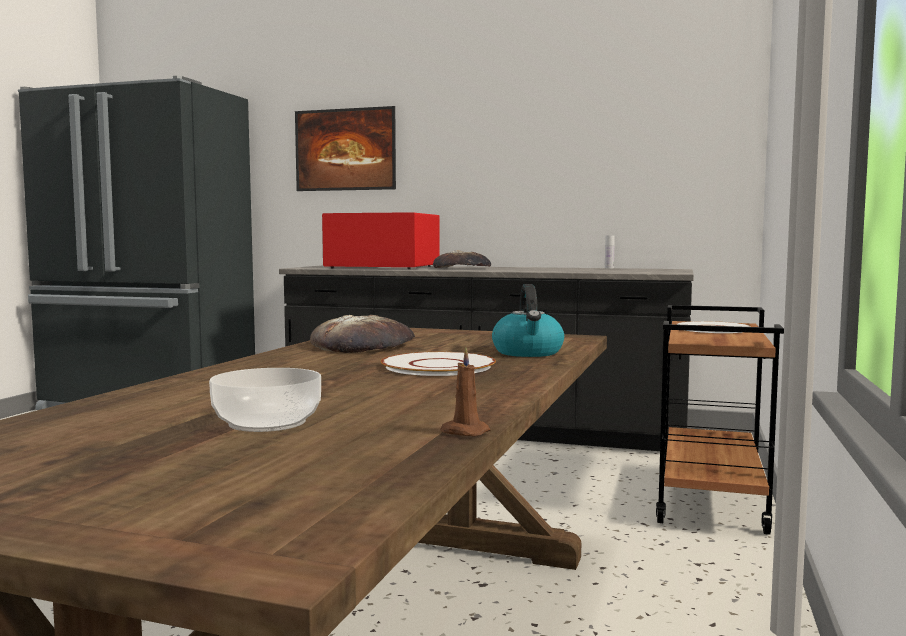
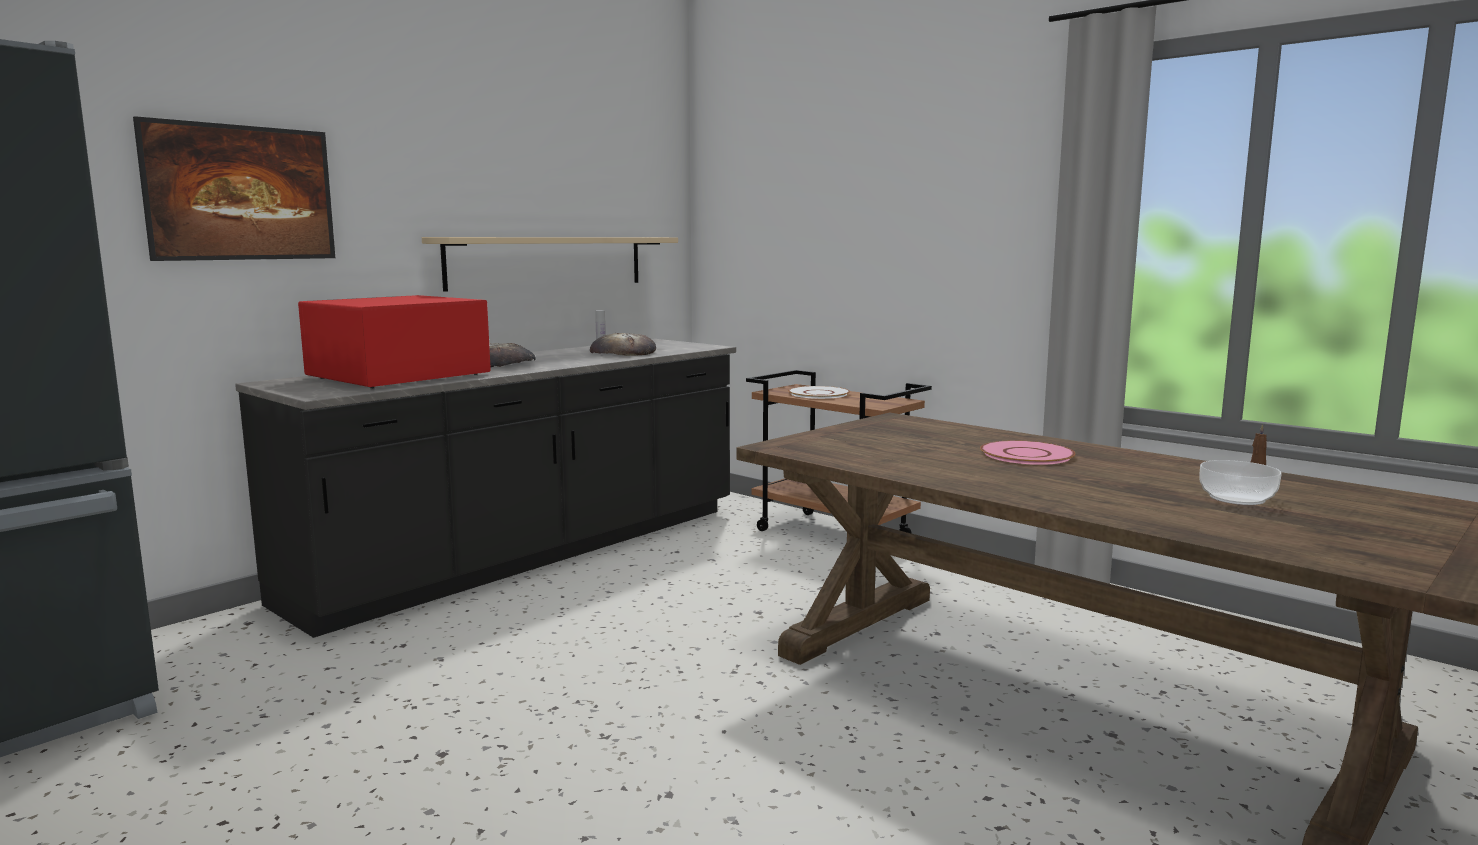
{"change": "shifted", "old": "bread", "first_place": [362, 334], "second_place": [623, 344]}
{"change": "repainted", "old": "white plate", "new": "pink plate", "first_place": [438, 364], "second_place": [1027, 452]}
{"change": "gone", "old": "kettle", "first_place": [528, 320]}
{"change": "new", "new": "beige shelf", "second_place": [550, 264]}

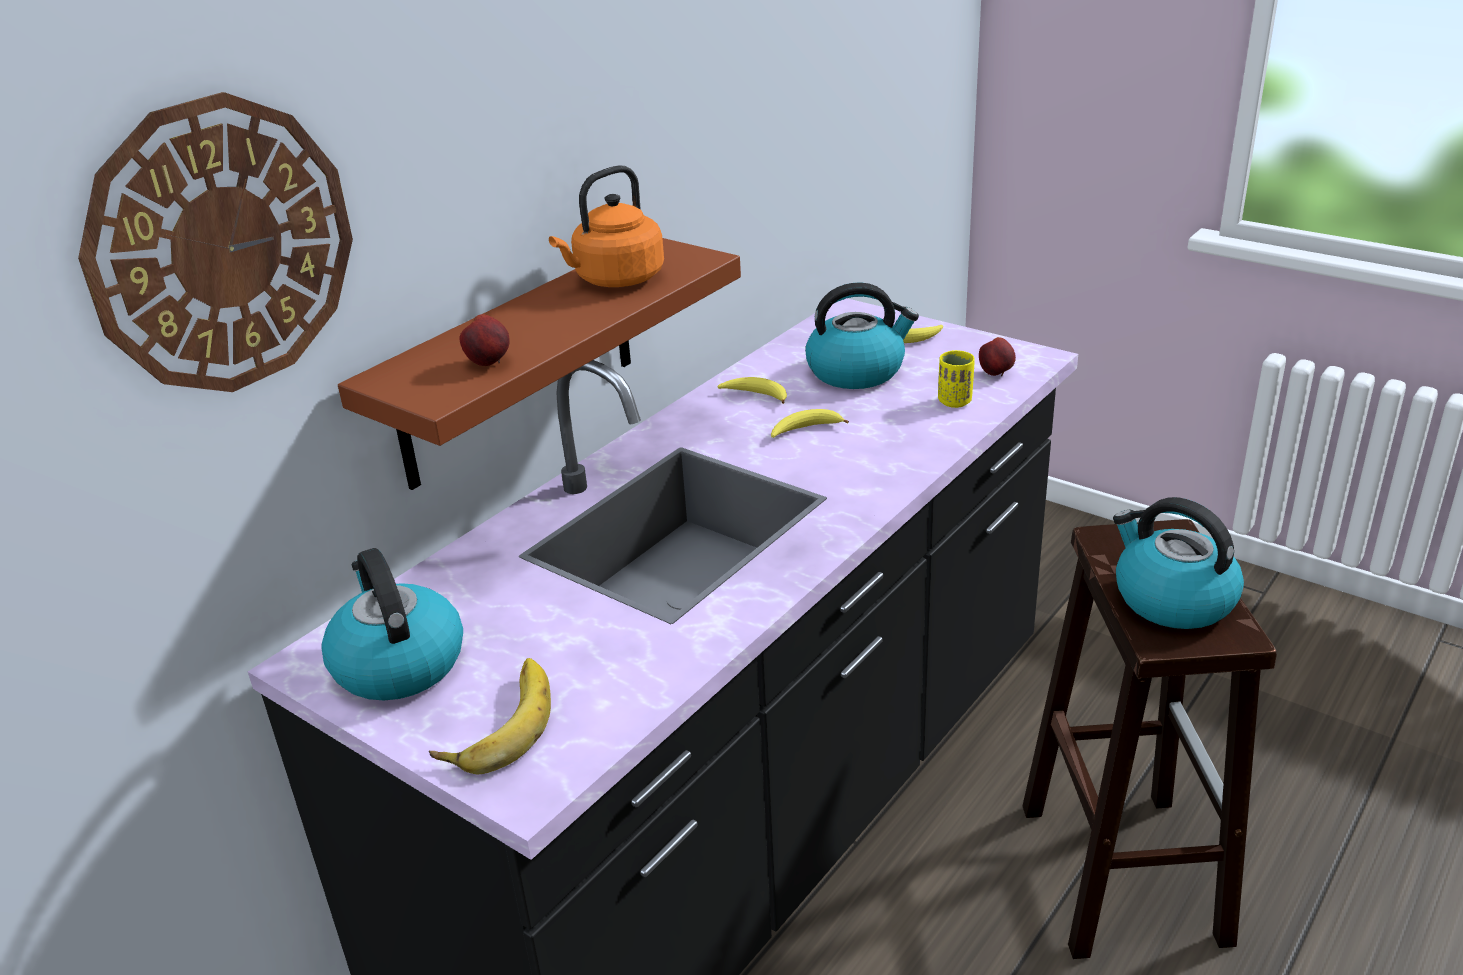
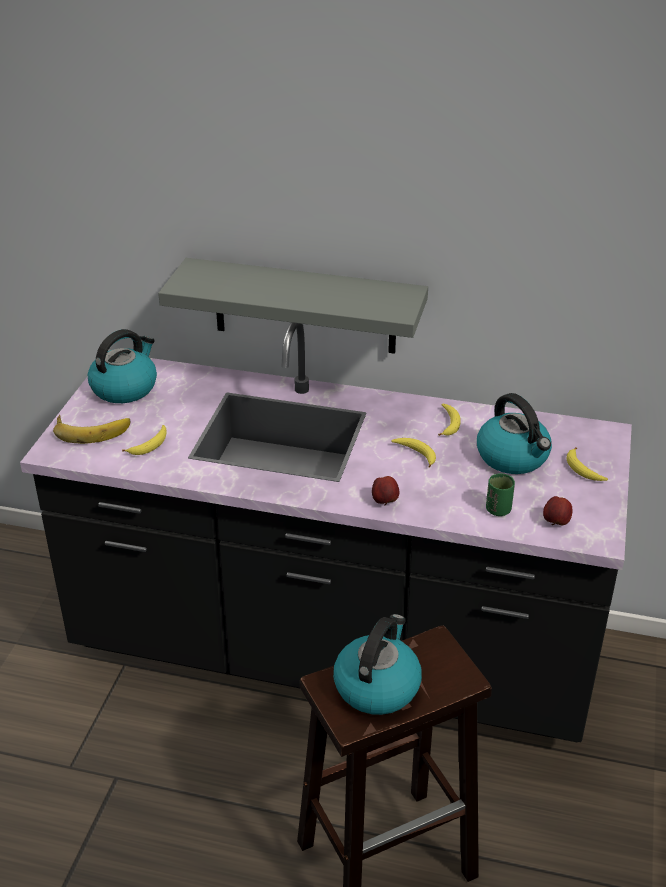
{"change": "gone", "old": "wall clock", "first_place": [215, 242]}
{"change": "repainted", "old": "brown shelf", "new": "grey shelf", "first_place": [539, 364], "second_place": [293, 306]}
{"change": "shifted", "old": "apple", "first_place": [484, 340], "second_place": [385, 491]}
{"change": "gone", "old": "orange kettle", "first_place": [606, 226]}
{"change": "repainted", "old": "yellow cup", "new": "green cup", "first_place": [956, 379], "second_place": [500, 494]}
{"change": "new", "new": "banana", "second_place": [144, 440]}

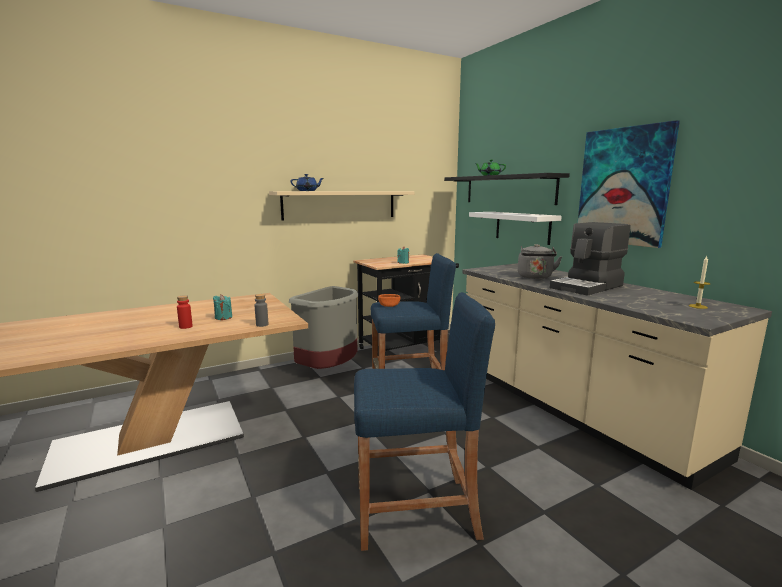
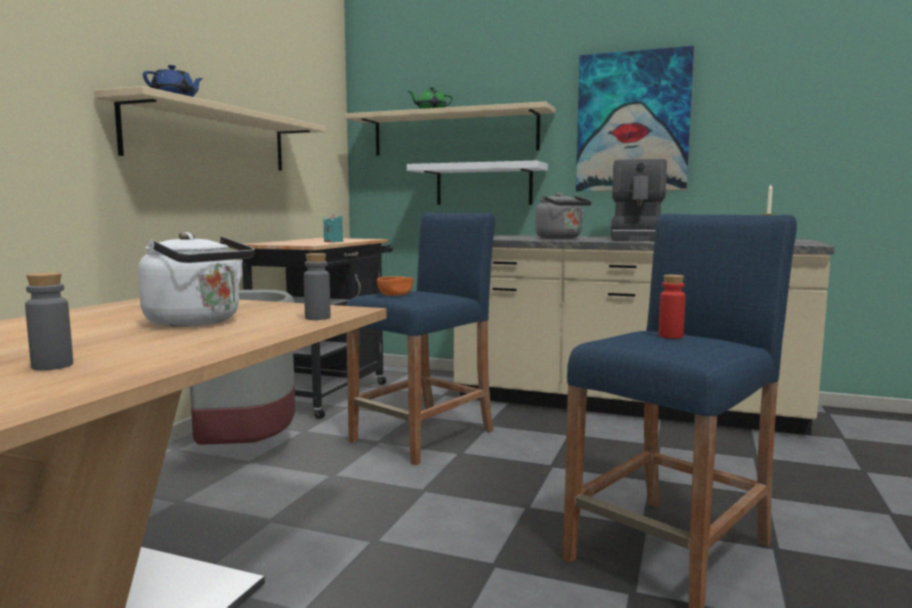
{"change": "shifted", "old": "red bottle", "first_place": [185, 312], "second_place": [672, 307]}
{"change": "swapped", "old": "turquoise candle", "new": "white kettle", "first_place": [222, 307], "second_place": [196, 279]}
{"change": "repainted", "old": "black shelf", "new": "beige shelf", "first_place": [507, 189], "second_place": [450, 129]}
{"change": "new", "new": "grey bottle", "second_place": [49, 321]}

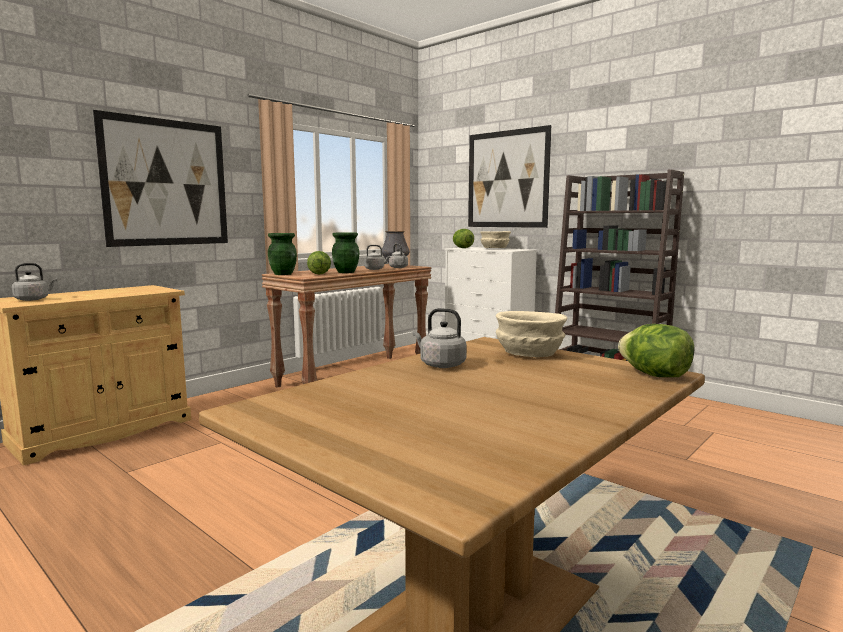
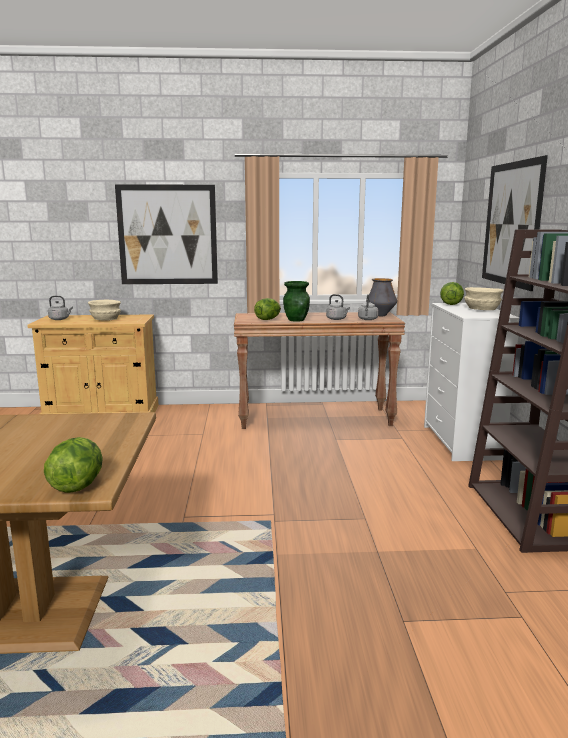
{"change": "gone", "old": "green vase", "first_place": [282, 254]}
{"change": "gone", "old": "grey kettle", "first_place": [440, 338]}
{"change": "shifted", "old": "beige bowl", "first_place": [531, 334], "second_place": [104, 310]}

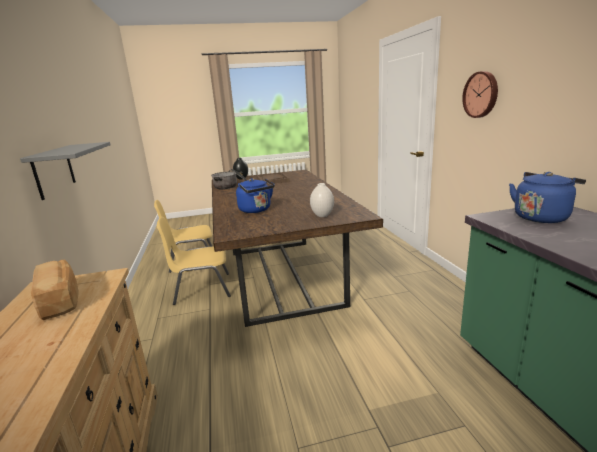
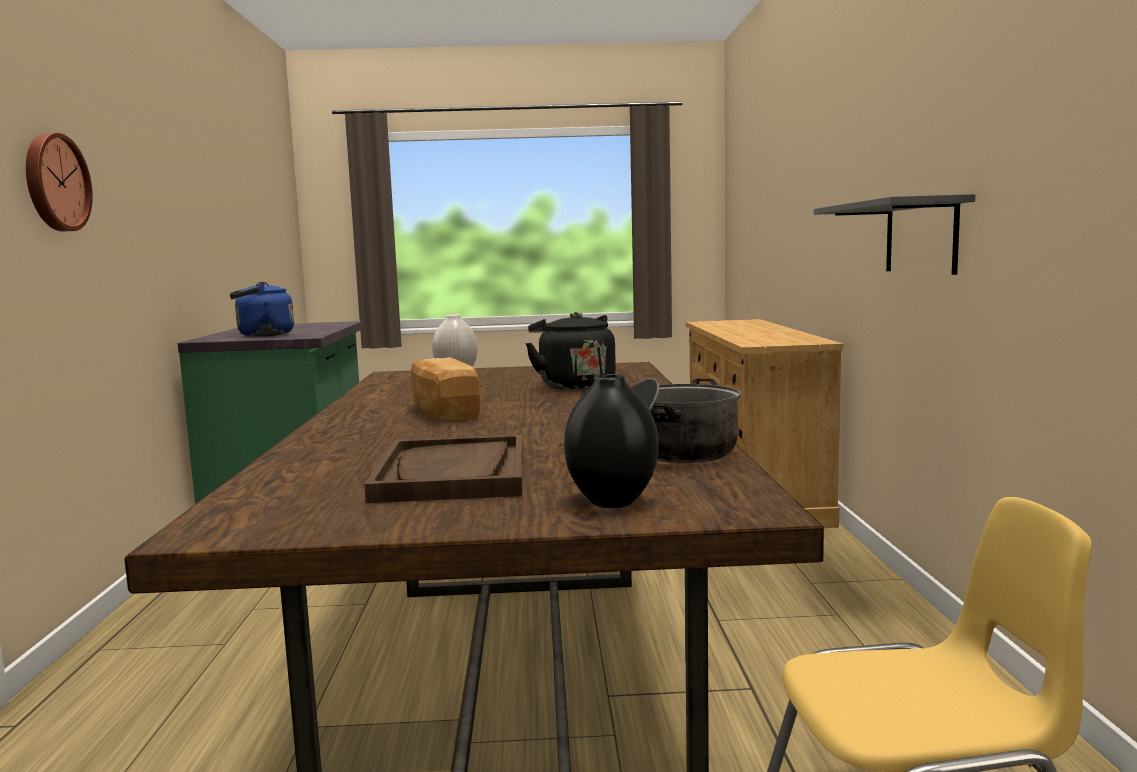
{"change": "shifted", "old": "bread", "first_place": [55, 290], "second_place": [445, 389]}
{"change": "gone", "old": "yellow chair", "first_place": [194, 261]}
{"change": "repainted", "old": "blue kettle", "new": "black kettle", "first_place": [255, 195], "second_place": [570, 351]}

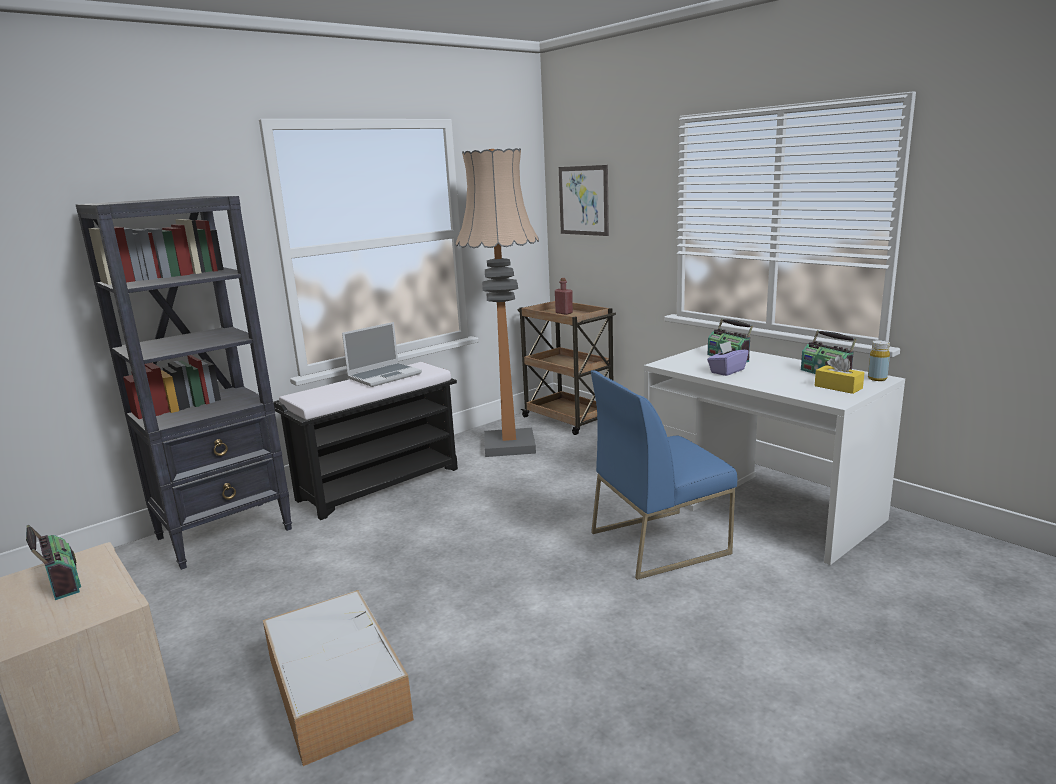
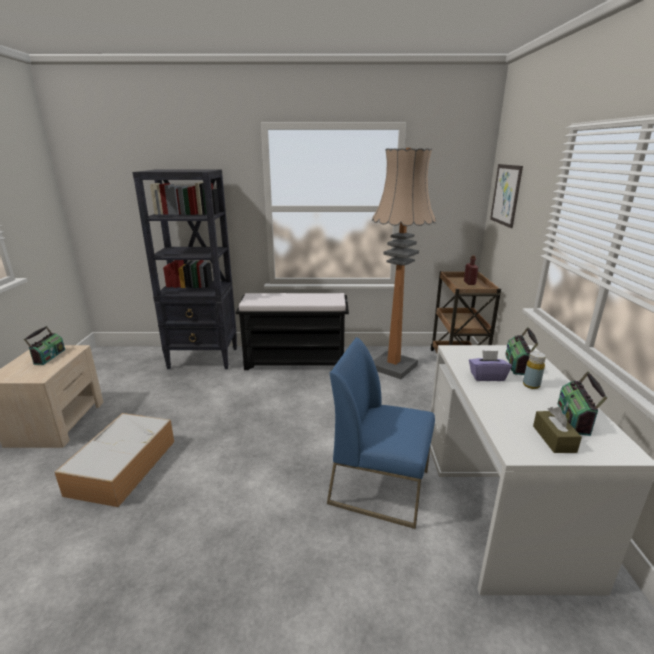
{"change": "gone", "old": "laptop", "first_place": [382, 354]}
{"change": "repainted", "old": "yellow tissue box", "new": "brown tissue box", "first_place": [840, 374], "second_place": [557, 430]}
{"change": "shifted", "old": "yellow bottle", "first_place": [879, 360], "second_place": [534, 370]}

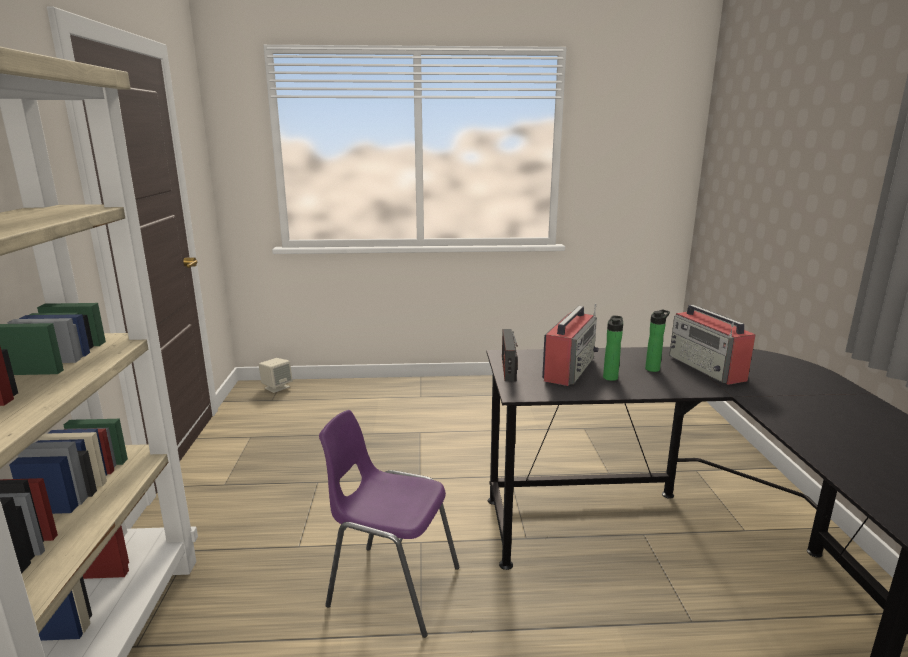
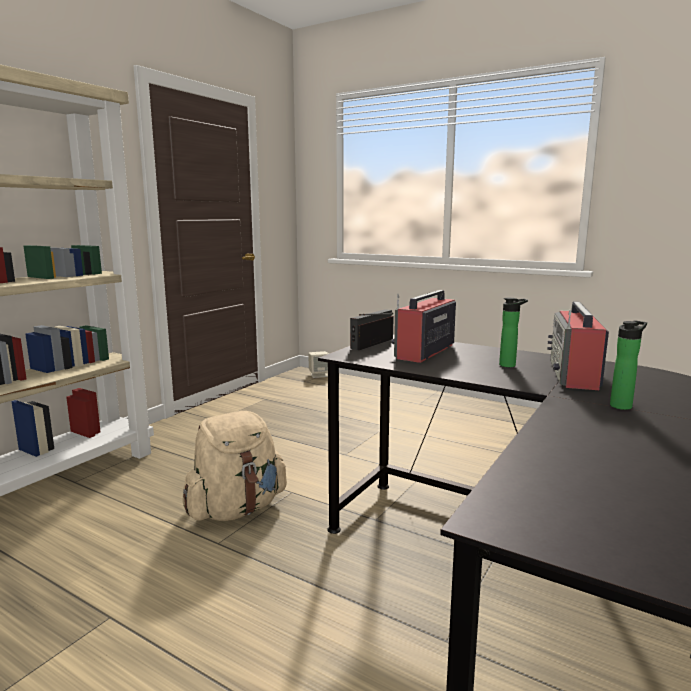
{"change": "swapped", "old": "purple chair", "new": "beige backpack", "first_place": [389, 524], "second_place": [234, 466]}
{"change": "rotated", "old": "radio", "first_place": [570, 345], "second_place": [423, 326], "degrees": 150}
{"change": "shifted", "old": "bottle", "first_place": [613, 348], "second_place": [628, 365]}

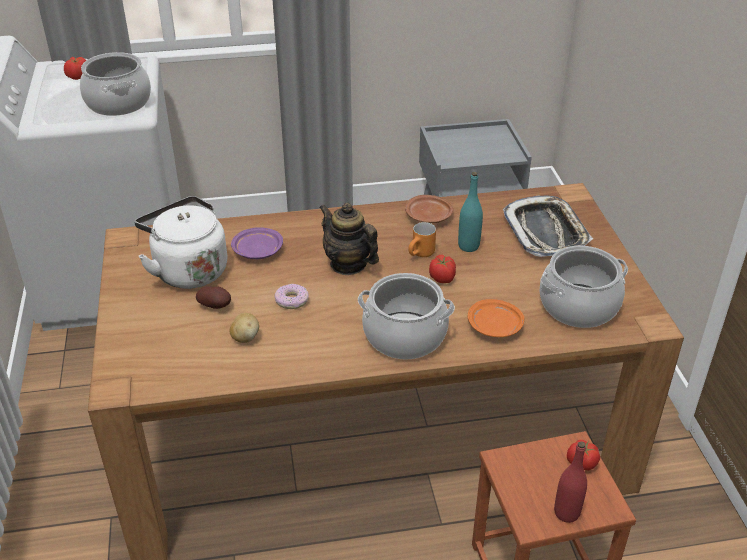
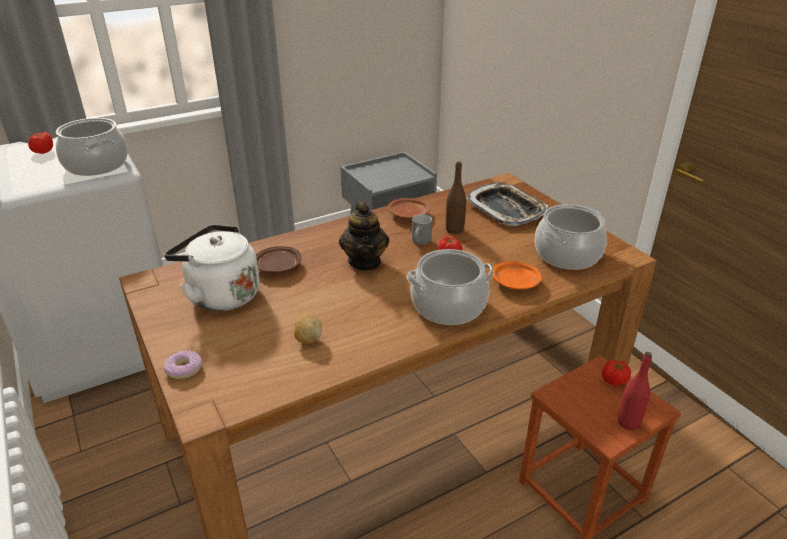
{"change": "gone", "old": "potato", "first_place": [213, 297]}
{"change": "repainted", "old": "purple plate", "new": "brown plate", "first_place": [257, 243], "second_place": [278, 260]}
{"change": "shifted", "old": "donut", "first_place": [292, 296], "second_place": [182, 365]}
{"change": "rotated", "old": "teapot", "first_place": [349, 239], "second_place": [364, 236], "degrees": -120}
{"change": "repainted", "old": "orange mug", "new": "grey mug", "first_place": [422, 239], "second_place": [422, 229]}
{"change": "repainted", "old": "turquoise bottle", "new": "brown bottle", "first_place": [470, 212], "second_place": [456, 197]}

